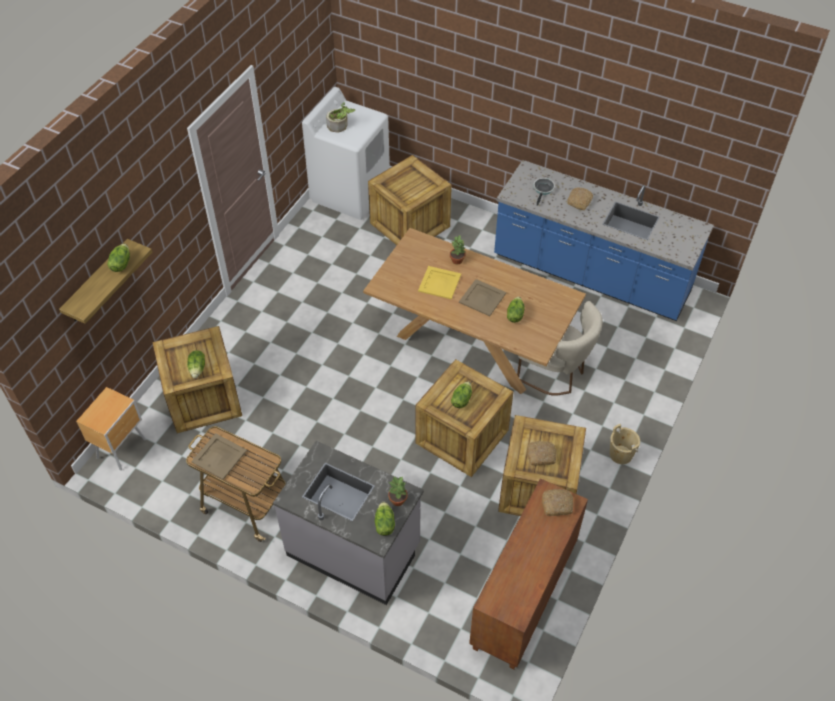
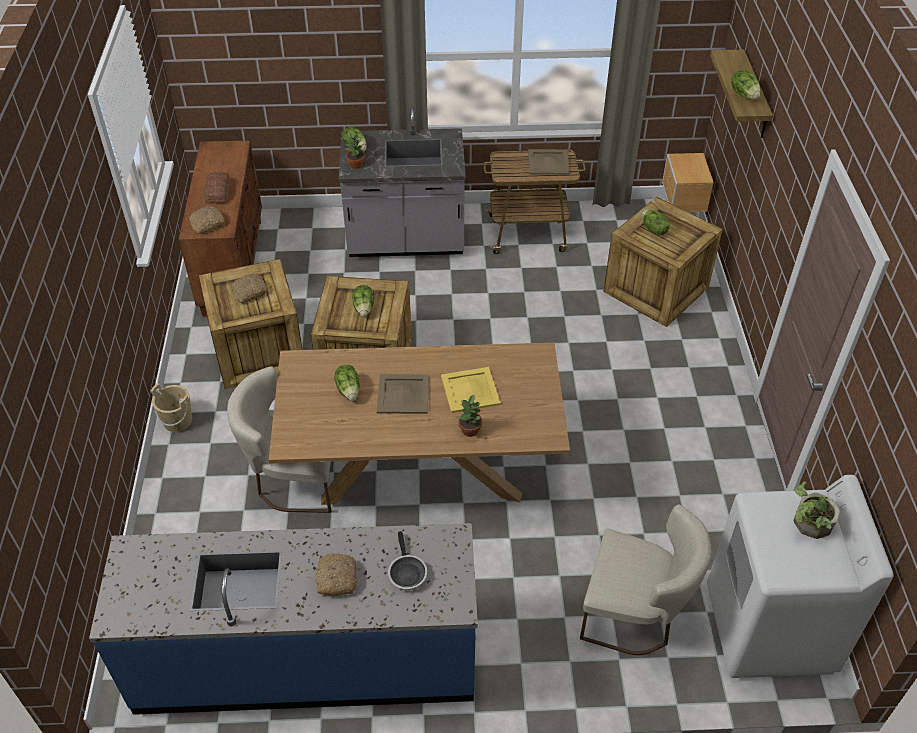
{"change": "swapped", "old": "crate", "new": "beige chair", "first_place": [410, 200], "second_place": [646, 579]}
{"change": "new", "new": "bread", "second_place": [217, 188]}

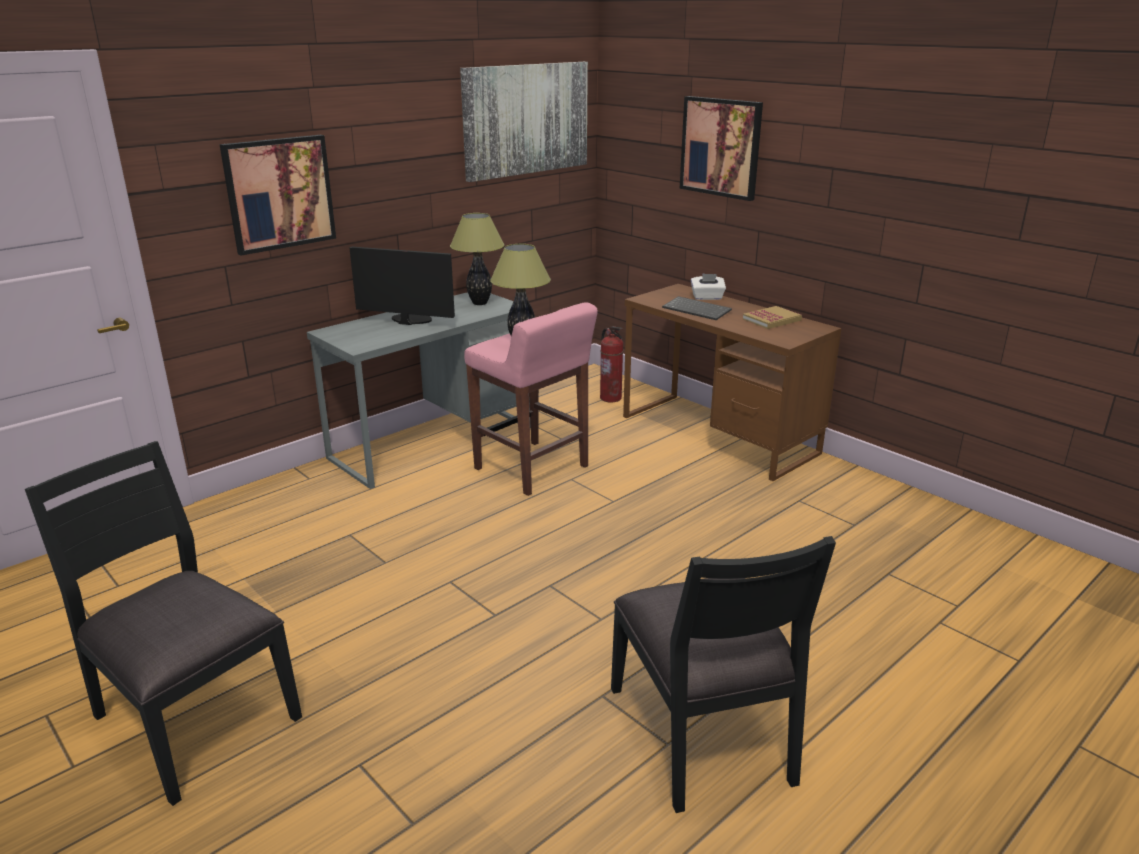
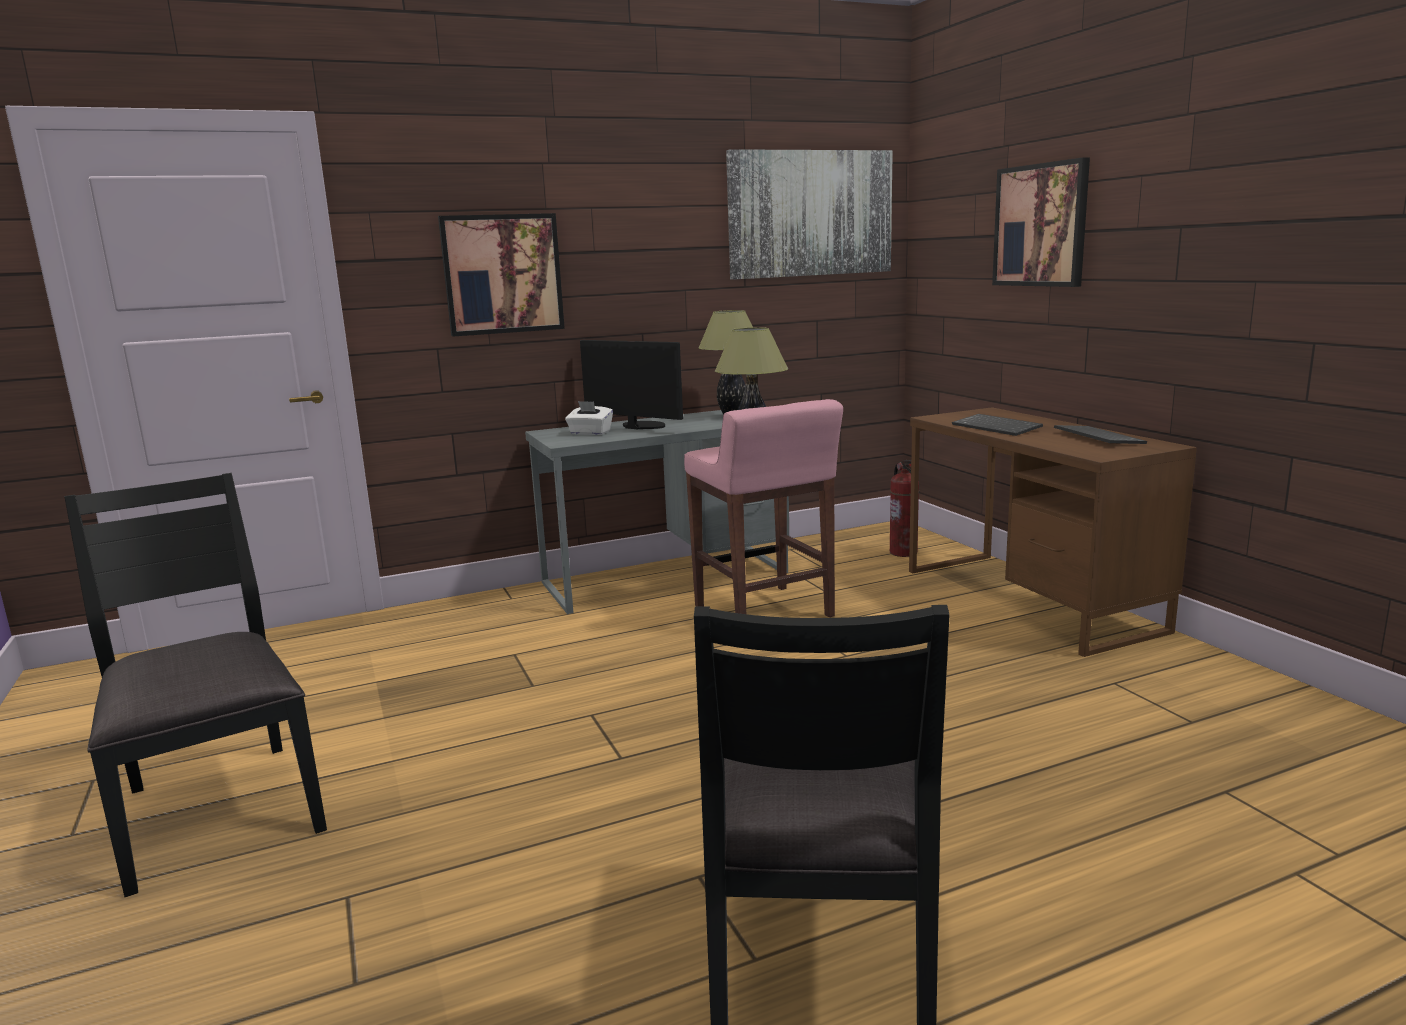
{"change": "shifted", "old": "white tissue box", "first_place": [708, 287], "second_place": [589, 418]}
{"change": "swapped", "old": "book", "new": "keyboard", "first_place": [772, 317], "second_place": [1100, 434]}

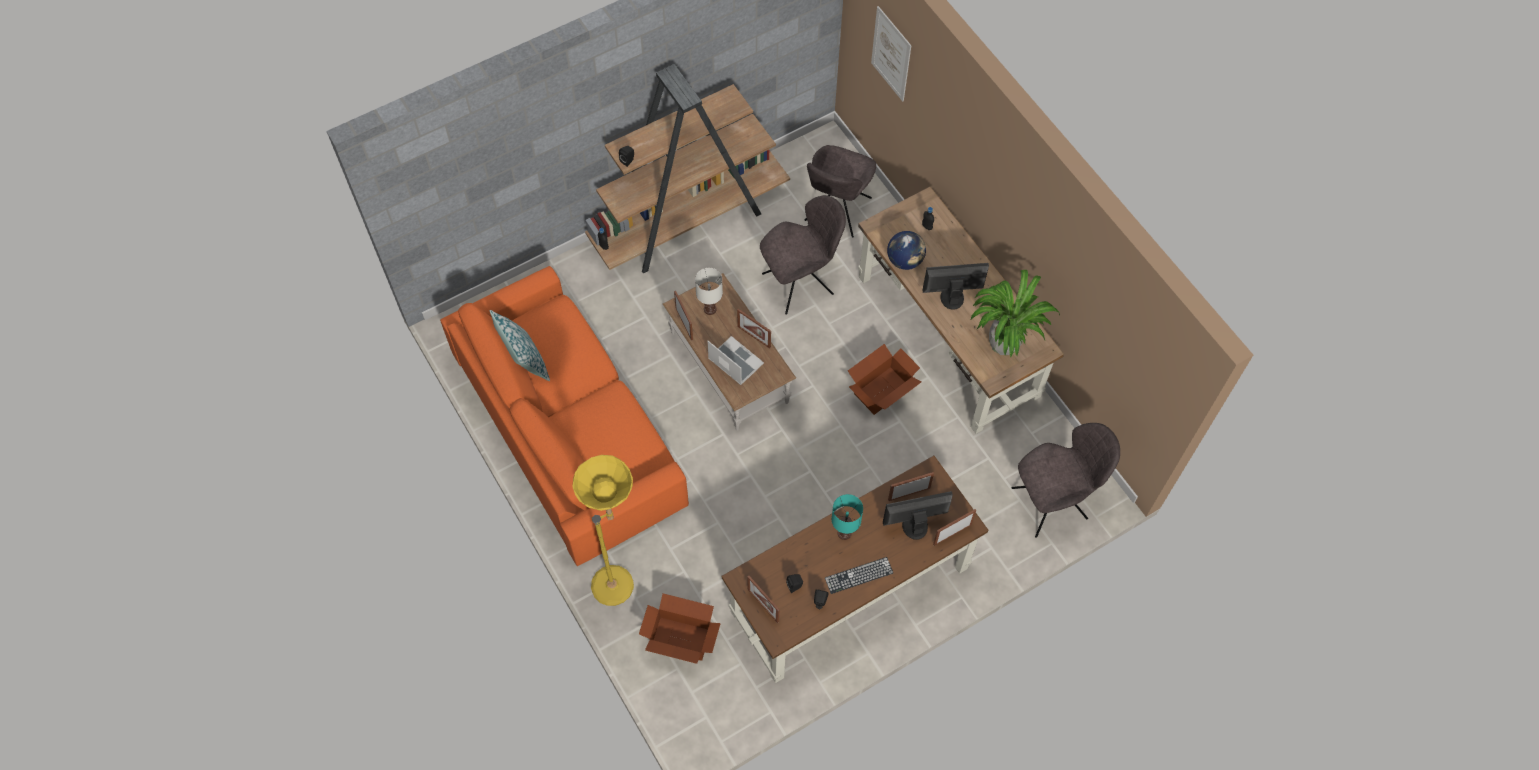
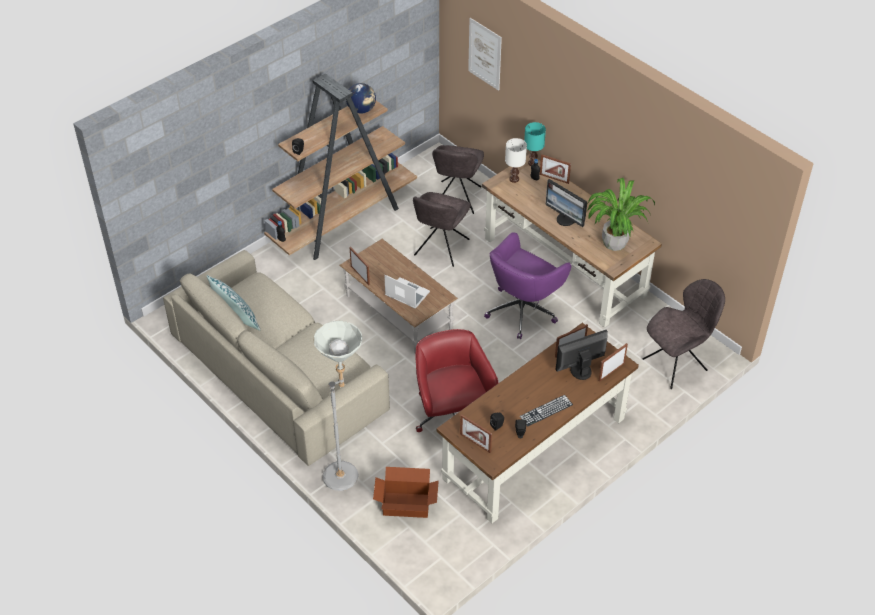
{"change": "repainted", "old": "orange sofa", "new": "beige sofa", "first_place": [564, 416], "second_place": [276, 358]}
{"change": "repainted", "old": "yellow floor lamp", "new": "grey floor lamp", "first_place": [603, 530], "second_place": [338, 405]}
{"change": "shifted", "old": "white table lamp", "first_place": [709, 291], "second_place": [516, 160]}
{"change": "shifted", "old": "picture frame", "first_place": [754, 328], "second_place": [555, 169]}
{"change": "rotated", "old": "grey chair", "first_place": [803, 255], "second_place": [442, 229], "degrees": 150}
{"change": "shifted", "old": "turquoise table lamp", "first_place": [847, 517], "second_place": [535, 144]}
{"change": "swapped", "old": "cardboard box", "new": "purple office chair", "first_place": [884, 379], "second_place": [527, 286]}
{"change": "shifted", "old": "globe", "first_place": [906, 250], "second_place": [361, 98]}
{"change": "rotated", "old": "monitor", "first_place": [956, 286], "second_place": [566, 203], "degrees": -120}
{"change": "new", "new": "red office chair", "second_place": [456, 380]}

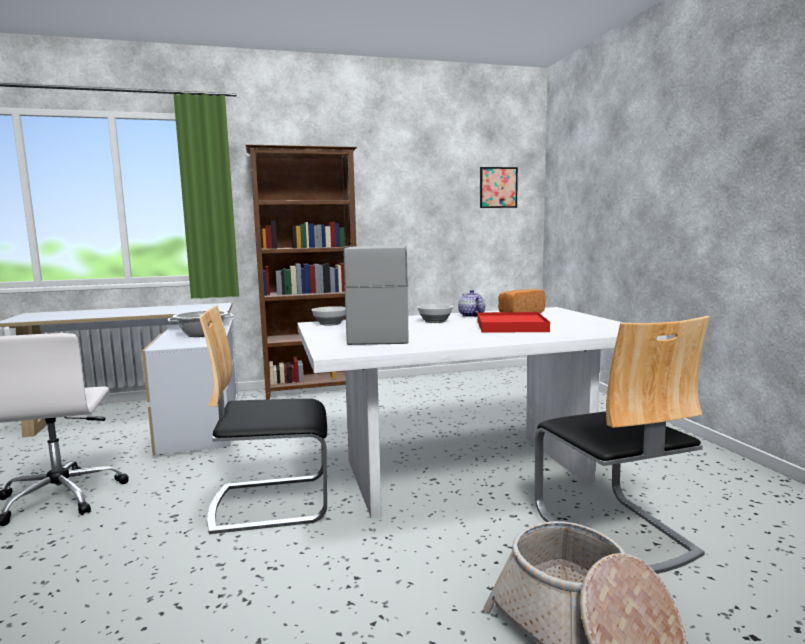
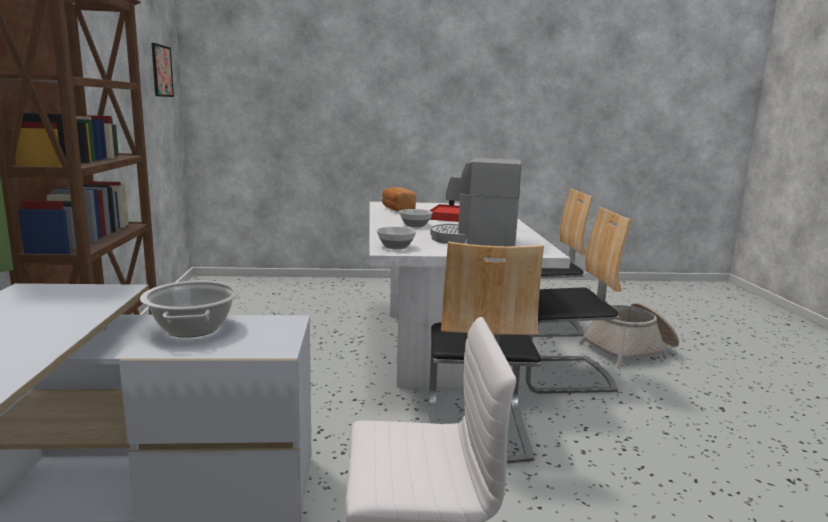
{"change": "gone", "old": "teapot", "first_place": [471, 303]}
{"change": "new", "new": "chair", "second_place": [579, 300]}

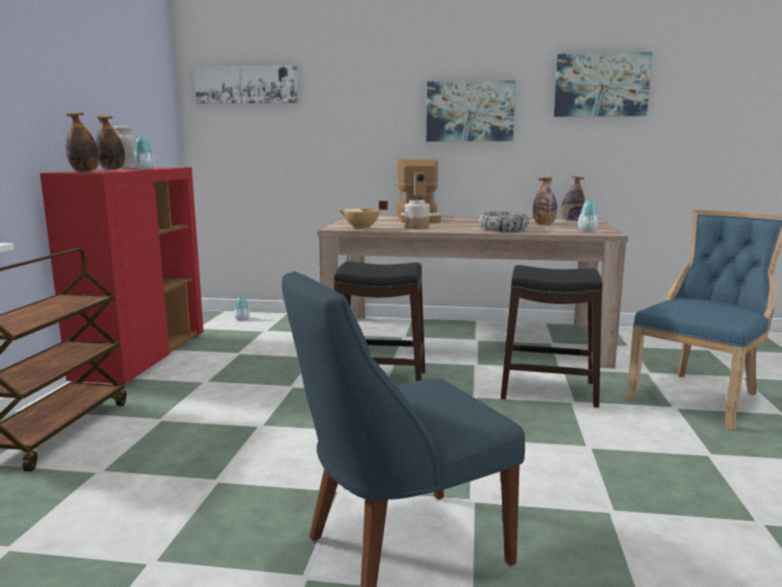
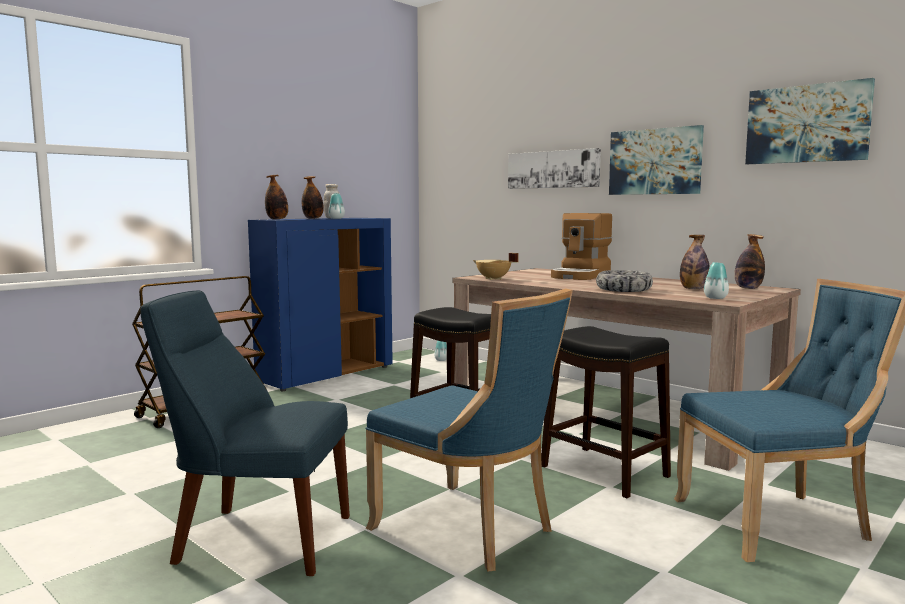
{"change": "repainted", "old": "red cabinet", "new": "blue cabinet", "first_place": [122, 276], "second_place": [320, 304]}
{"change": "shifted", "old": "picture", "first_place": [246, 84], "second_place": [554, 168]}
{"change": "gone", "old": "jar", "first_place": [417, 214]}
{"change": "new", "new": "blue chair", "second_place": [469, 430]}

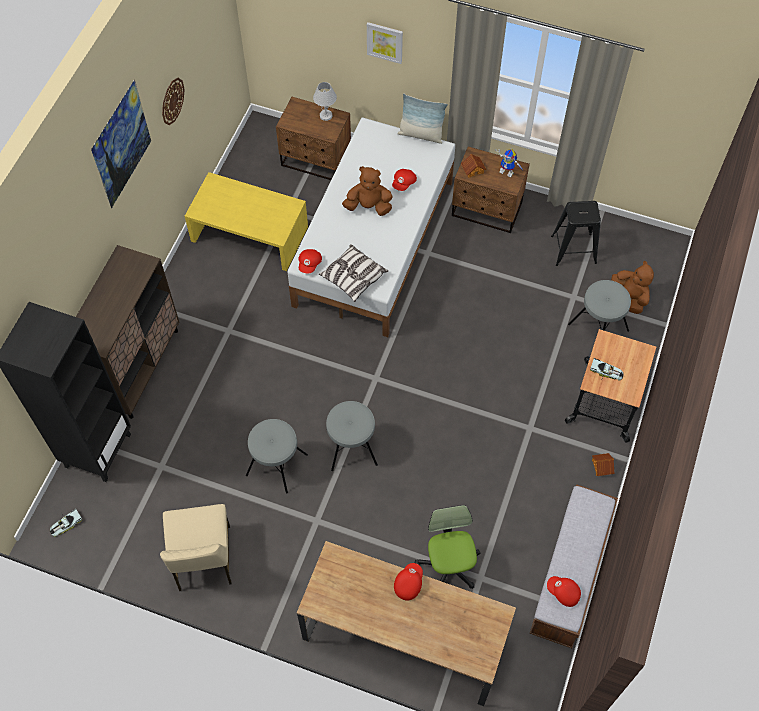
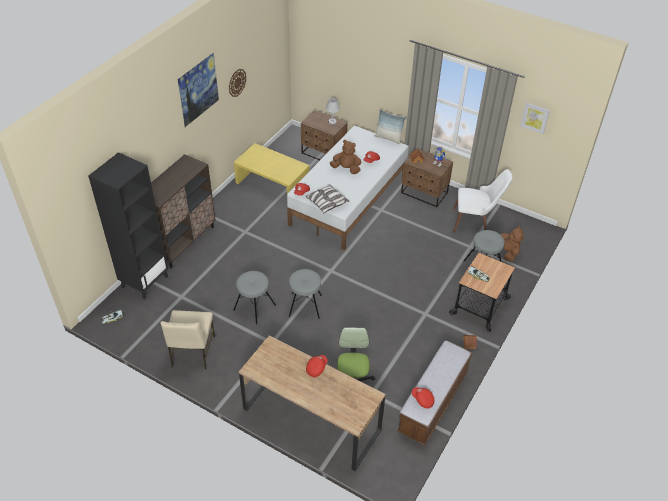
{"change": "shifted", "old": "picture", "first_place": [385, 43], "second_place": [535, 118]}
{"change": "swapped", "old": "black stool", "new": "white chair", "first_place": [576, 233], "second_place": [483, 201]}

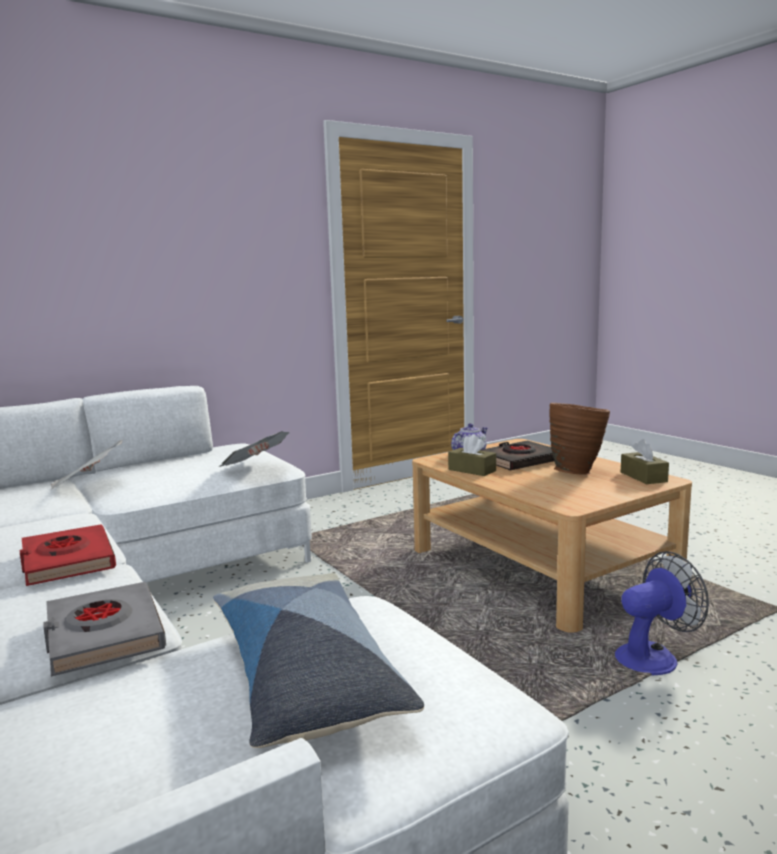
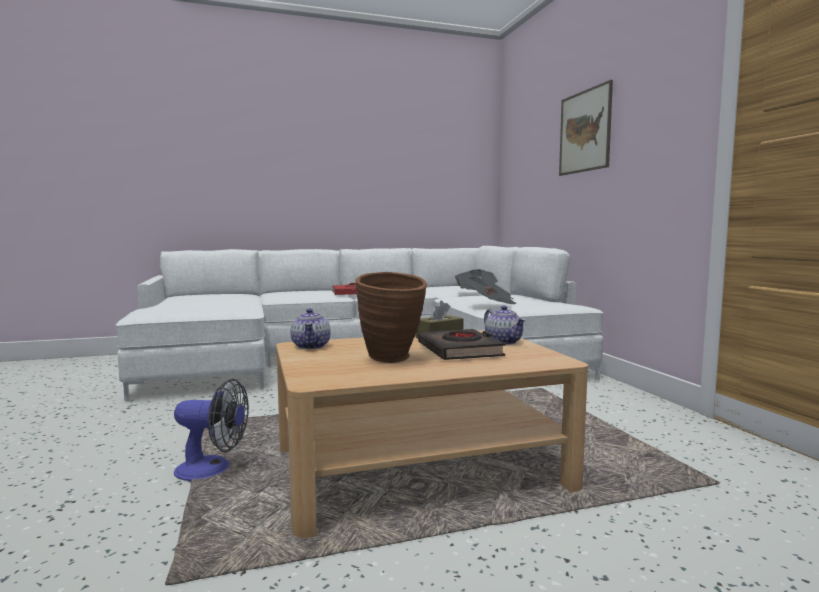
{"change": "gone", "old": "grey book", "first_place": [104, 629]}
{"change": "gone", "old": "pillow", "first_place": [318, 660]}
{"change": "rotated", "old": "fan", "first_place": [662, 613], "second_place": [211, 430], "degrees": -75}
{"change": "gone", "old": "brown tissue box", "first_place": [645, 461]}
{"change": "new", "new": "teapot", "second_place": [310, 328]}
{"change": "new", "new": "picture", "second_place": [586, 128]}

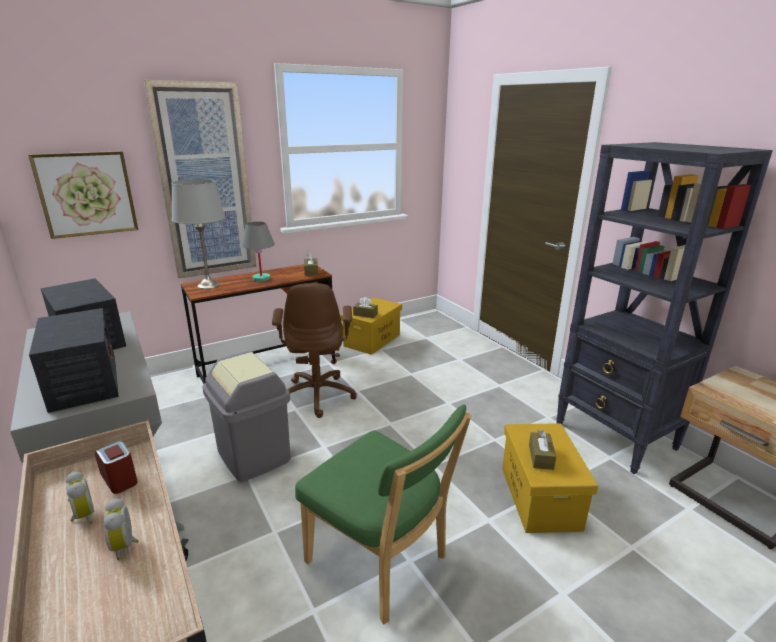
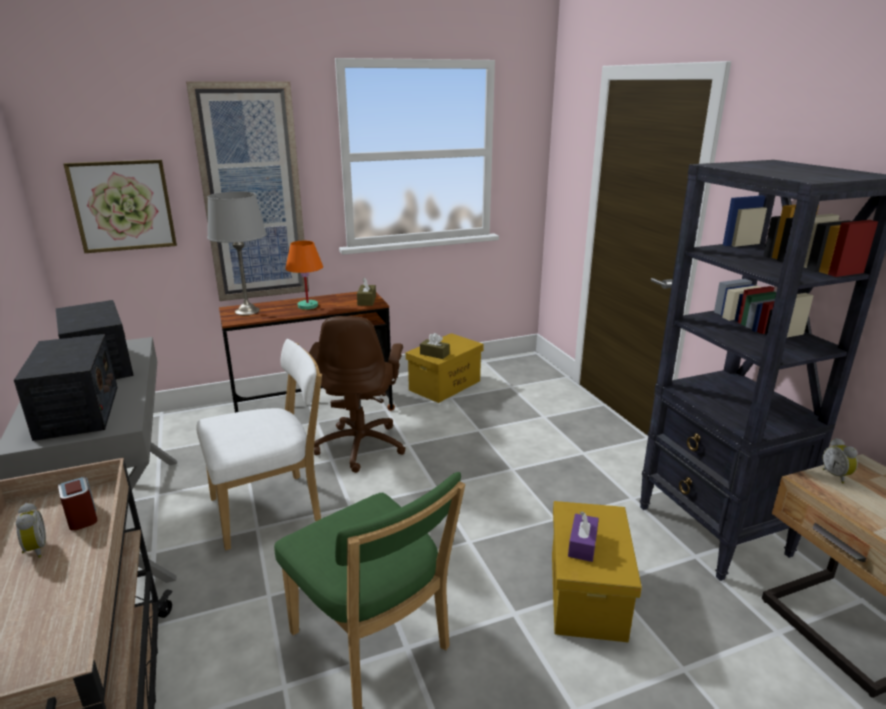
{"change": "shifted", "old": "alarm clock", "first_place": [121, 529], "second_place": [840, 461]}
{"change": "swapped", "old": "grey trash can", "new": "white chair", "first_place": [246, 416], "second_place": [259, 444]}
{"change": "repainted", "old": "grey table lamp", "new": "orange table lamp", "first_place": [258, 252], "second_place": [304, 275]}
{"change": "repainted", "old": "brown tissue box", "new": "purple tissue box", "first_place": [542, 450], "second_place": [583, 536]}

